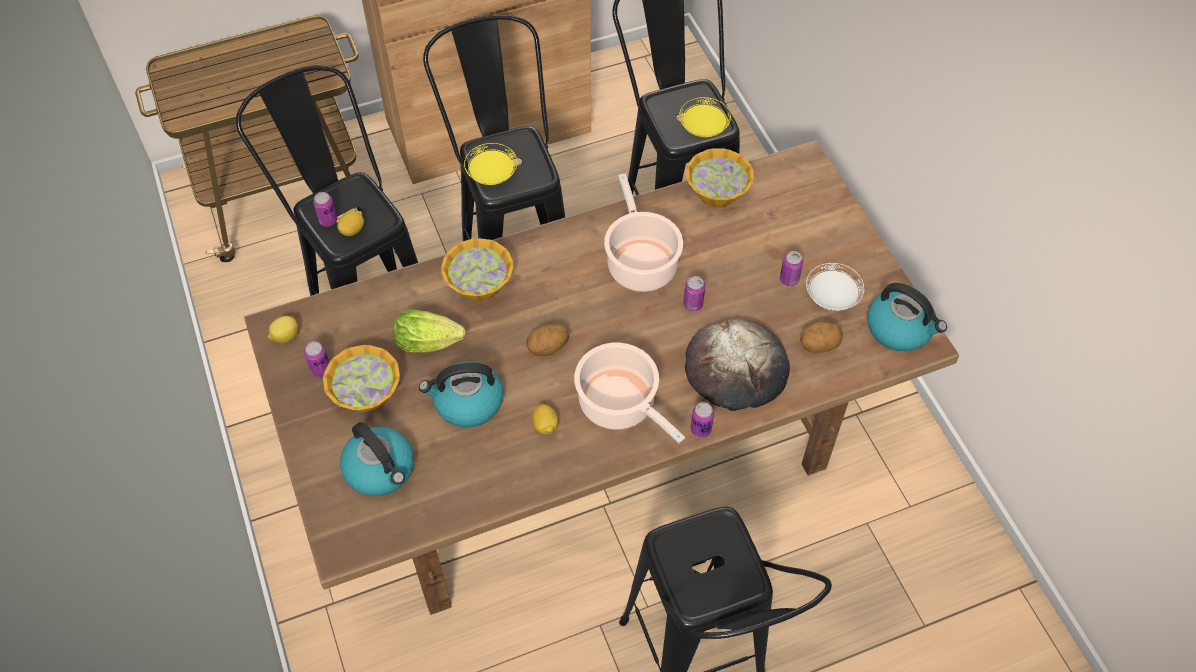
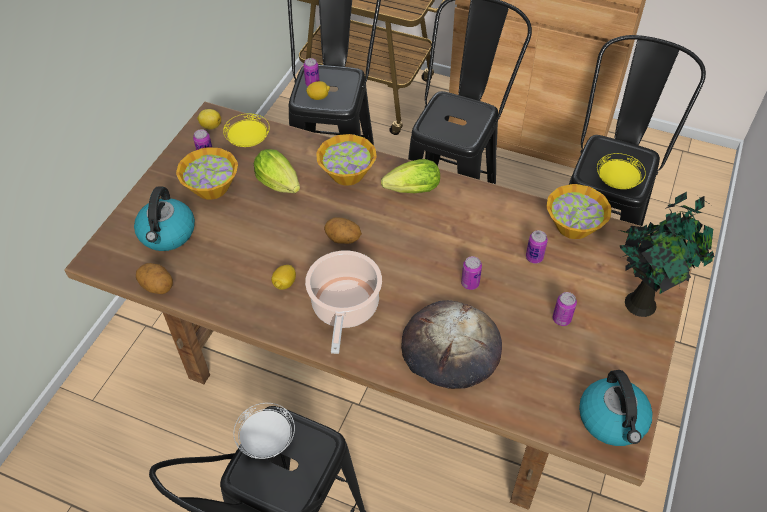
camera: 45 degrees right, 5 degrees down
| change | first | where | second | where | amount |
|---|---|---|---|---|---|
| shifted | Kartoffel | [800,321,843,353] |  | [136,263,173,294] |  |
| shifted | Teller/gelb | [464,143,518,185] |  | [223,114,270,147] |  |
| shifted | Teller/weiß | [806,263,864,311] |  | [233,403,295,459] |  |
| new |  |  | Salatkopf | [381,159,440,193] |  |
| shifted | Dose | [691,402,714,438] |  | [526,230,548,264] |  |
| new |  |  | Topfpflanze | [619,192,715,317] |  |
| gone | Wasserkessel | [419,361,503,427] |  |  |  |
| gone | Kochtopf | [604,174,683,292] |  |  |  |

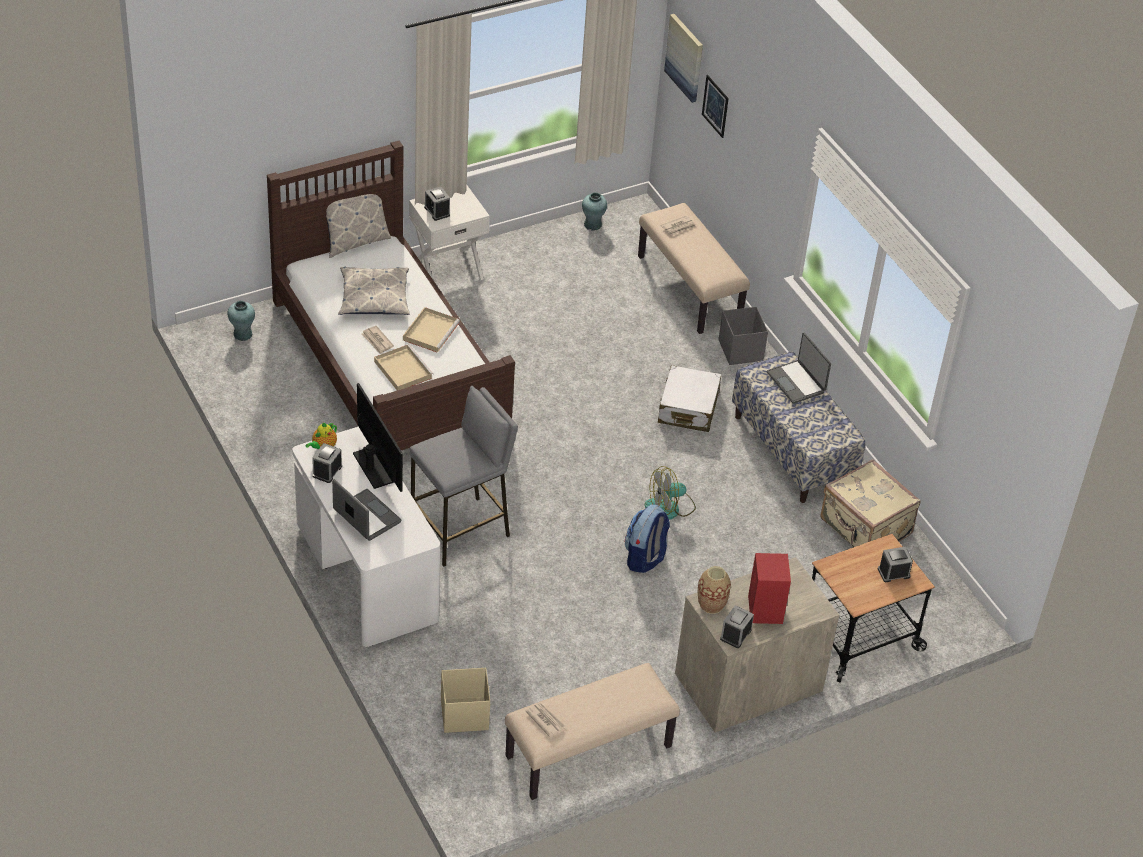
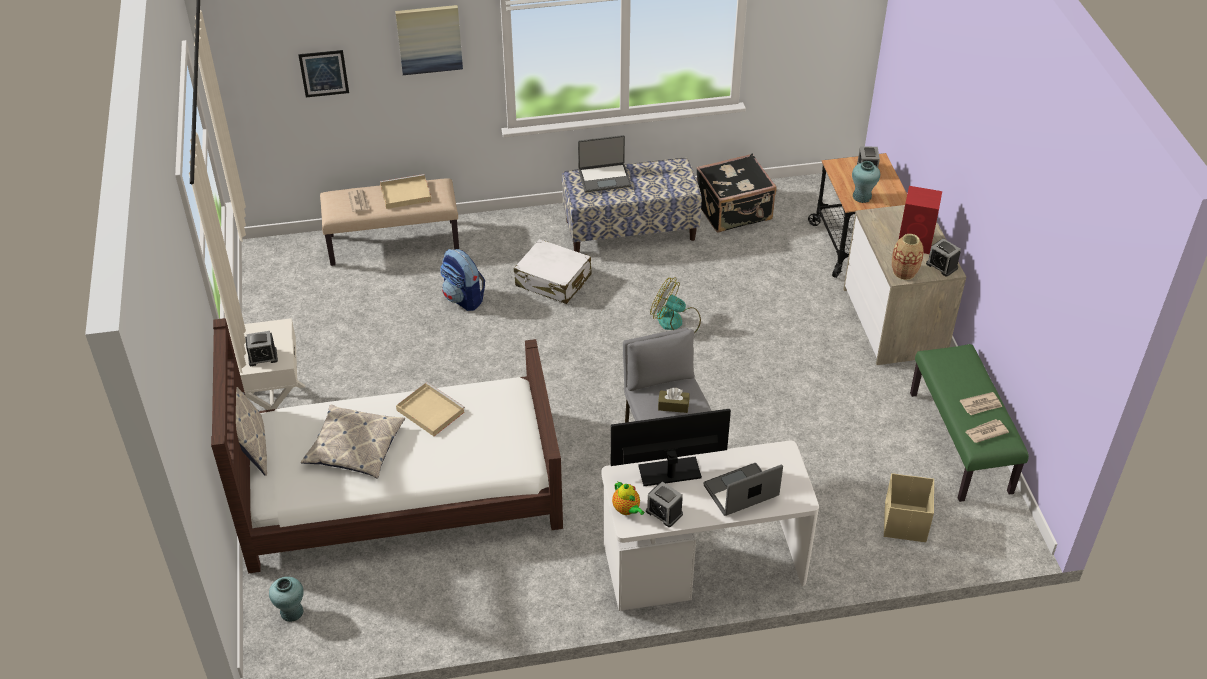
camera: 70 degrees left, 0 degrees up
| change | first | where | second | where | amount |
|---|---|---|---|---|---|
| shifted | Tablett/beige | [374,344,433,390] |  | [380,174,431,209] |  |
| shifted | Bild | [664,14,703,103] |  | [395,5,463,75] |  |
| shifted | Rucksack | [625,504,670,573] |  | [440,249,485,311] |  |
| rotated | Ventilator | [644,466,696,519] |  | [650,277,701,334] | 120 degrees clockwise |
| new |  |  | Taschentuchbox/braun | [658,388,690,413] |  |
| repainted | Koffer/beige | [820,459,920,547] | Koffer/schwarz | [697,154,777,233] |  |
| shifted | Vase/türkis | [582,192,607,231] |  | [852,161,880,203] |  |
| repainted | Bank/beige | [505,663,680,800] | Bank/grün | [910,344,1029,502] |  |
| shifted | Zeitung | [361,326,394,354] |  | [960,392,1002,415] |  |
| gone | Aufbewahrungsbox/grau | [719,306,768,365] |  |  |  |

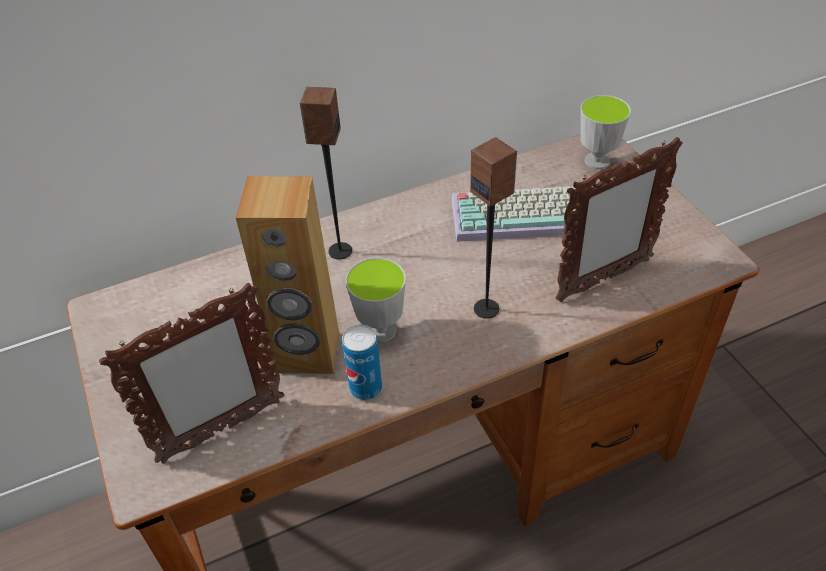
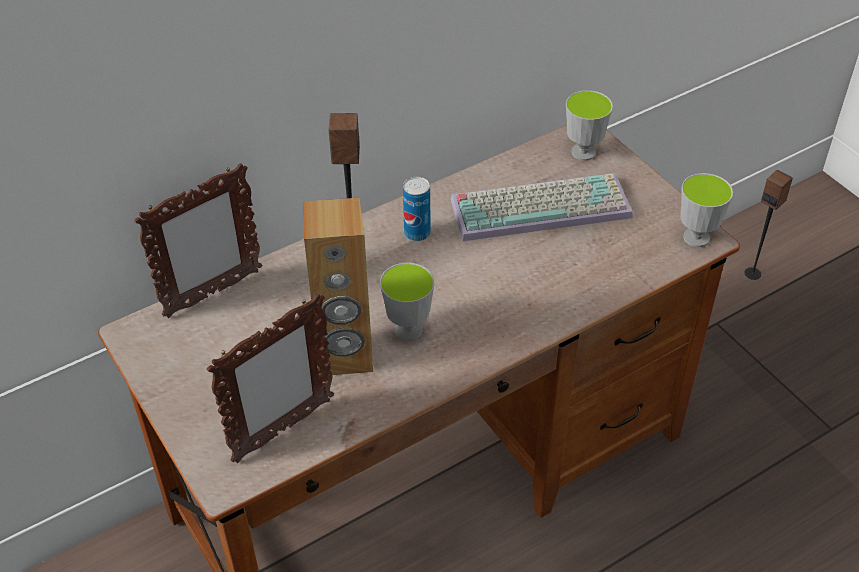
camera: 10 degrees left, 0 degrees up
| change | first | where | second | where | amount |
|---|---|---|---|---|---|
| shifted | Bilderrahmen | [555,137,683,302] |  | [134,163,263,318] |  |
| shifted | Dose | [342,325,382,400] |  | [403,177,431,241] |  |
| new |  |  | Tasse | [680,173,733,247] |  |
| shifted | Lautsprecher | [470,137,517,319] |  | [744,169,793,280] |  |

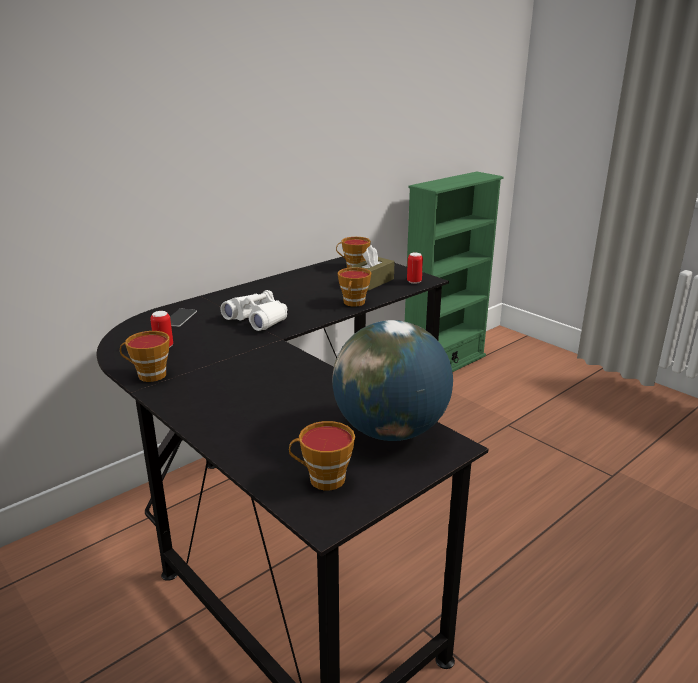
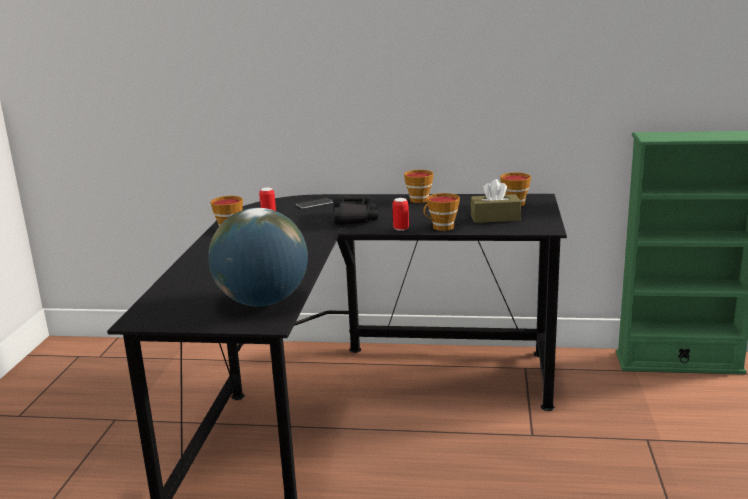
camera: 50 degrees right, 5 degrees down
| change | first | where | second | where | amount |
|---|---|---|---|---|---|
| repainted | Fernglas/weiß | [220,290,287,331] | Fernglas/schwarz | [333,195,378,225] |  |
| shifted | Dose | [407,252,423,284] |  | [392,198,409,231] |  |
| shifted | Tasse | [289,421,355,490] |  | [404,170,433,203] |  |

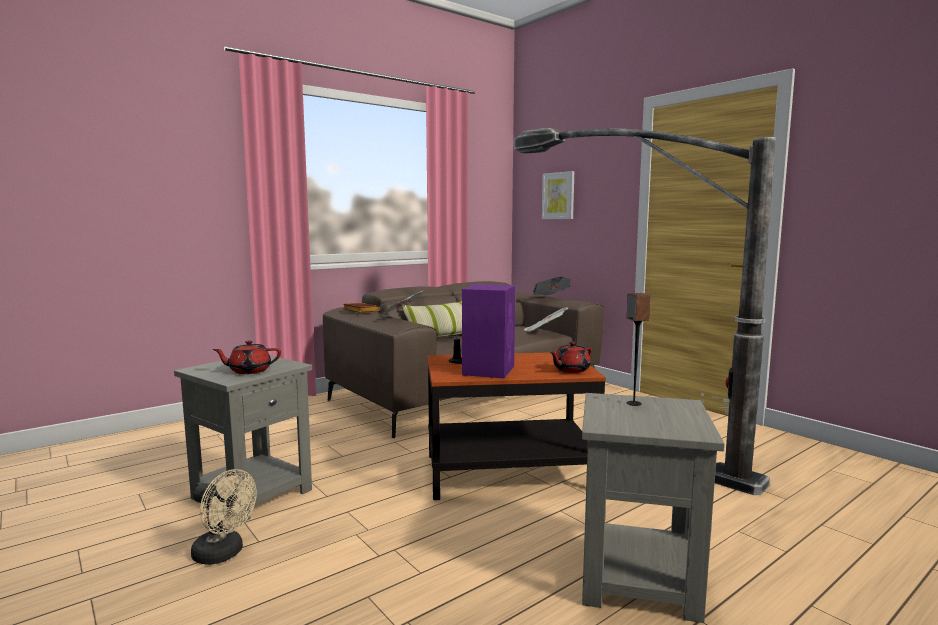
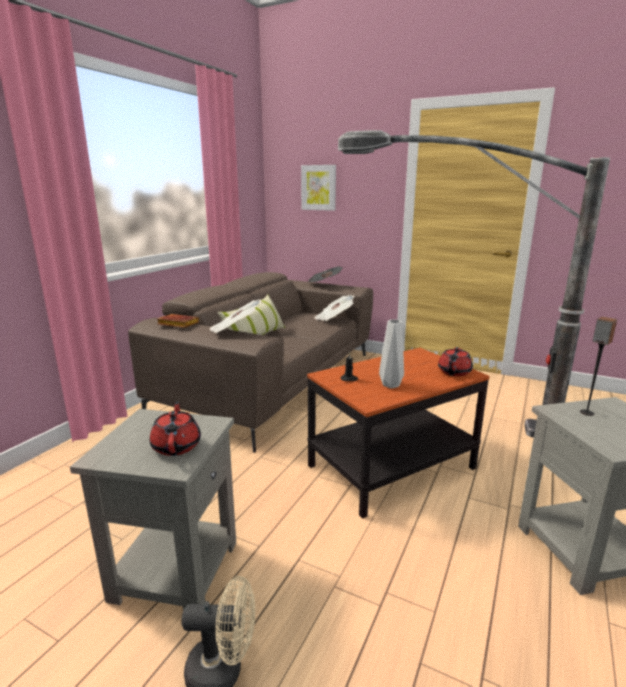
camera: 25 degrees left, 10 degrees up
| change | first | where | second | where | amount |
|---|---|---|---|---|---|
| rotated | Teekanne/rot | [212,340,281,374] |  | [149,401,201,456] | 120 degrees clockwise |
| swapped | Lautsprecher/lila | [462,284,515,378] | Vase/grau | [379,319,404,389] |  |

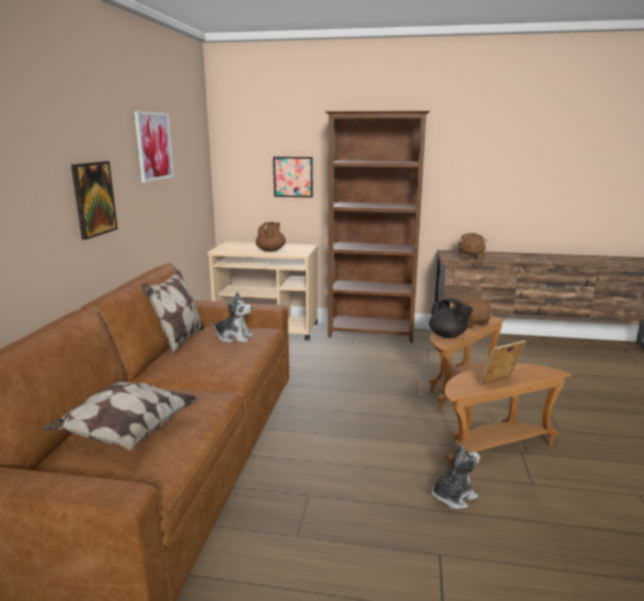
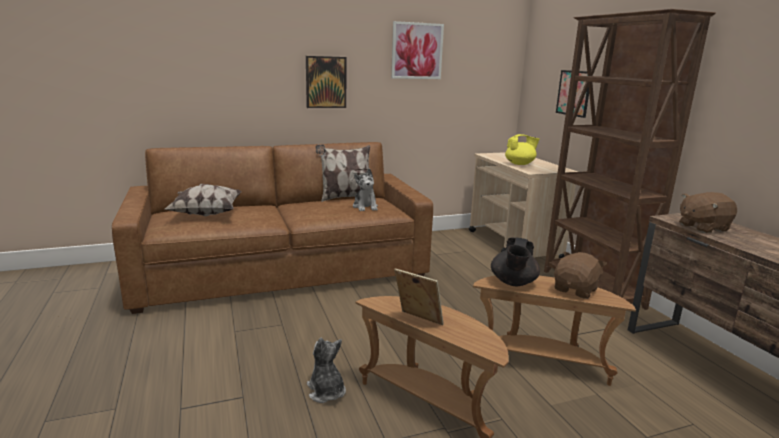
camera: 60 degrees right, 0 degrees up
| change | first | where | second | where | amount |
|---|---|---|---|---|---|
| rotated | Plüschtier | [432,442,480,509] |  | [307,338,346,403] | 150 degrees counterclockwise |
| repainted | Teekanne/braun | [256,222,286,252] | Teekanne/gelb | [505,134,540,165] |  |

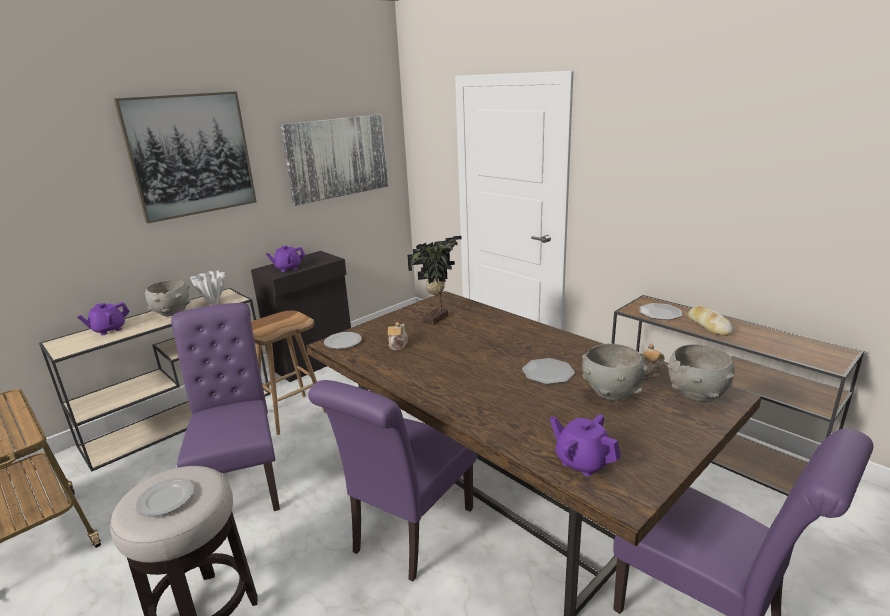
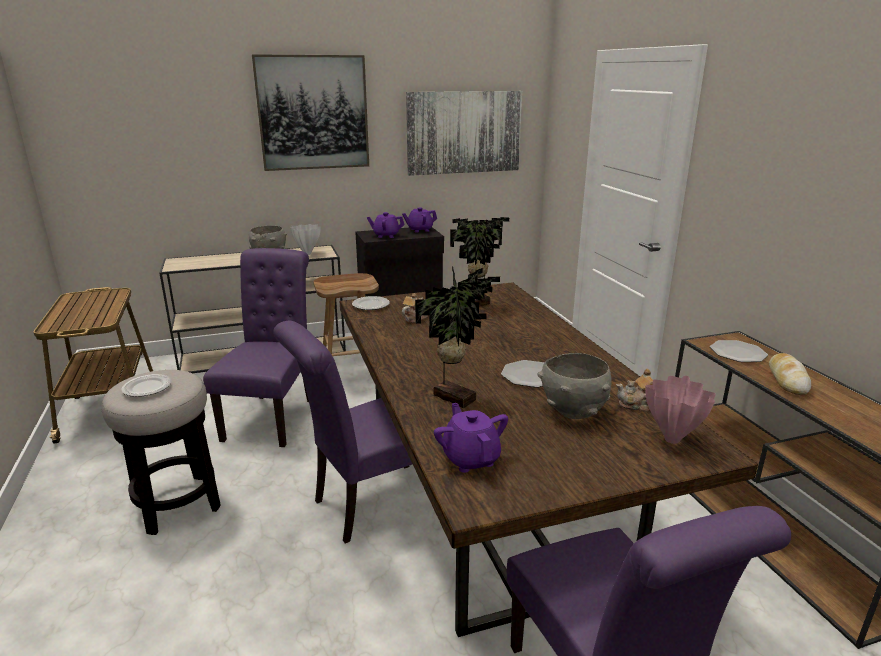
camera: 25 degrees right, 0 degrees up
| change | first | where | second | where | amount |
|---|---|---|---|---|---|
| shifted | Teekanne/lila | [77,302,130,335] |  | [402,207,437,233] |  |
| new |  |  | Topfpflanze | [415,266,500,408] |  |
| swapped | Schüssel/grau | [667,344,735,402] | Vase/rosa | [645,376,716,444] |  |

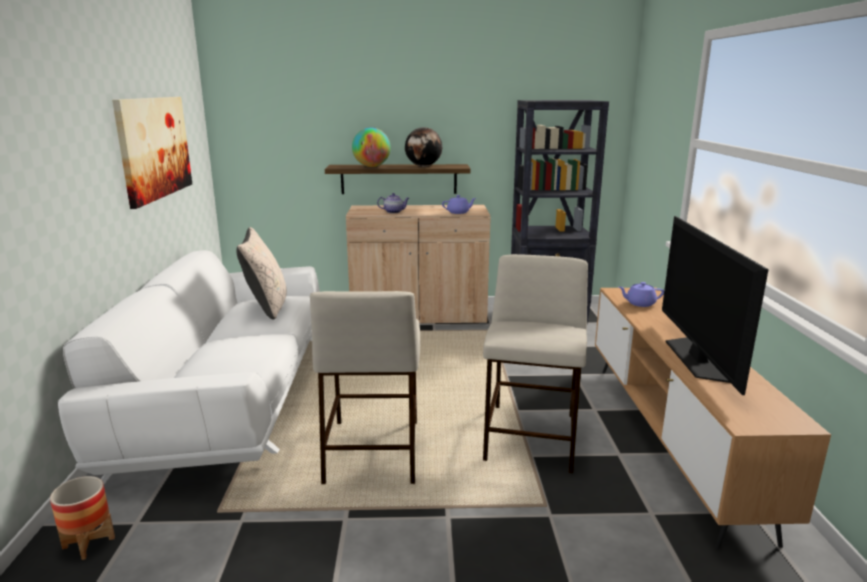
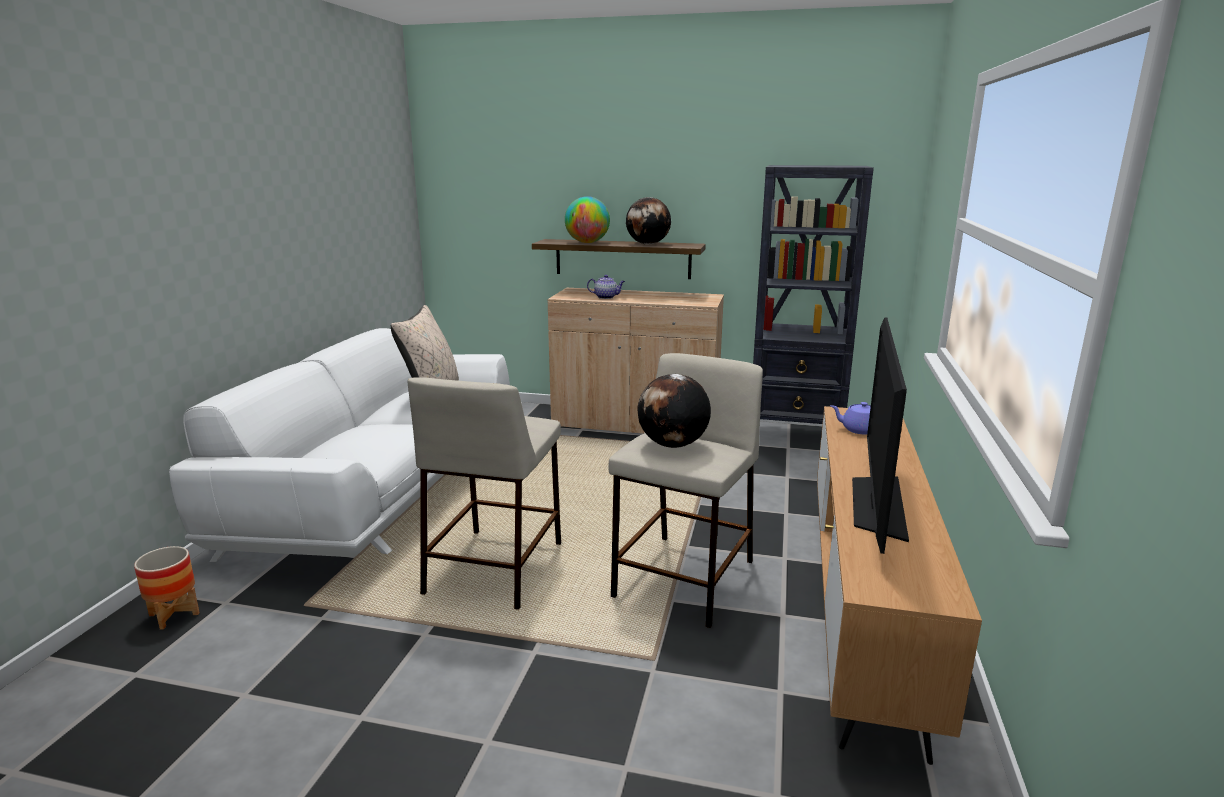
camera: 15 degrees right, 0 degrees up
| change | first | where | second | where | amount |
|---|---|---|---|---|---|
| new |  |  | Globus | [637,374,711,448] |  |
| gone | Bild | [112,97,192,209] |  |  |  |
| gone | Teekanne/lila | [442,195,476,214] |  |  |  |

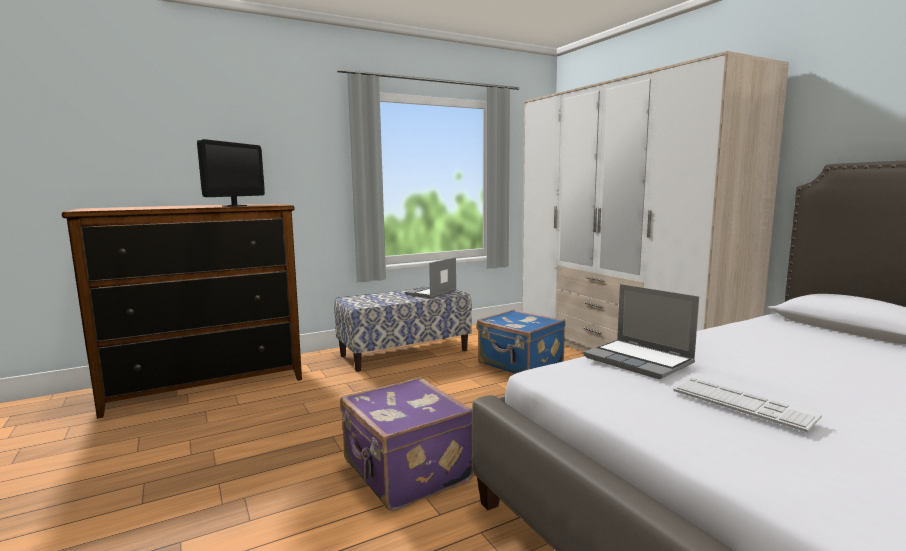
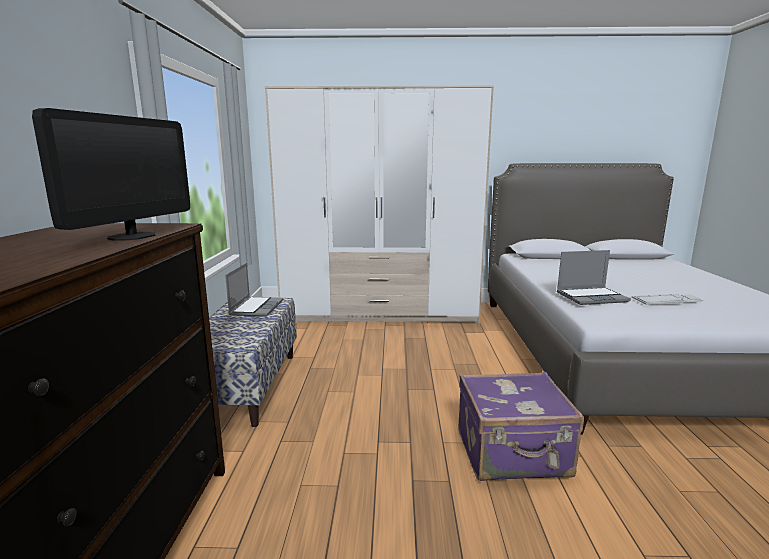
camera: 60 degrees left, 5 degrees up
| change | first | where | second | where | amount |
|---|---|---|---|---|---|
| rotated | Monitor | [197,139,265,207] |  | [32,108,190,241] | 60 degrees clockwise |
| rotated | Laptop | [405,257,457,298] |  | [225,263,283,317] | 150 degrees counterclockwise |
| gone | Koffer/blau | [477,309,566,374] |  |  |  |

